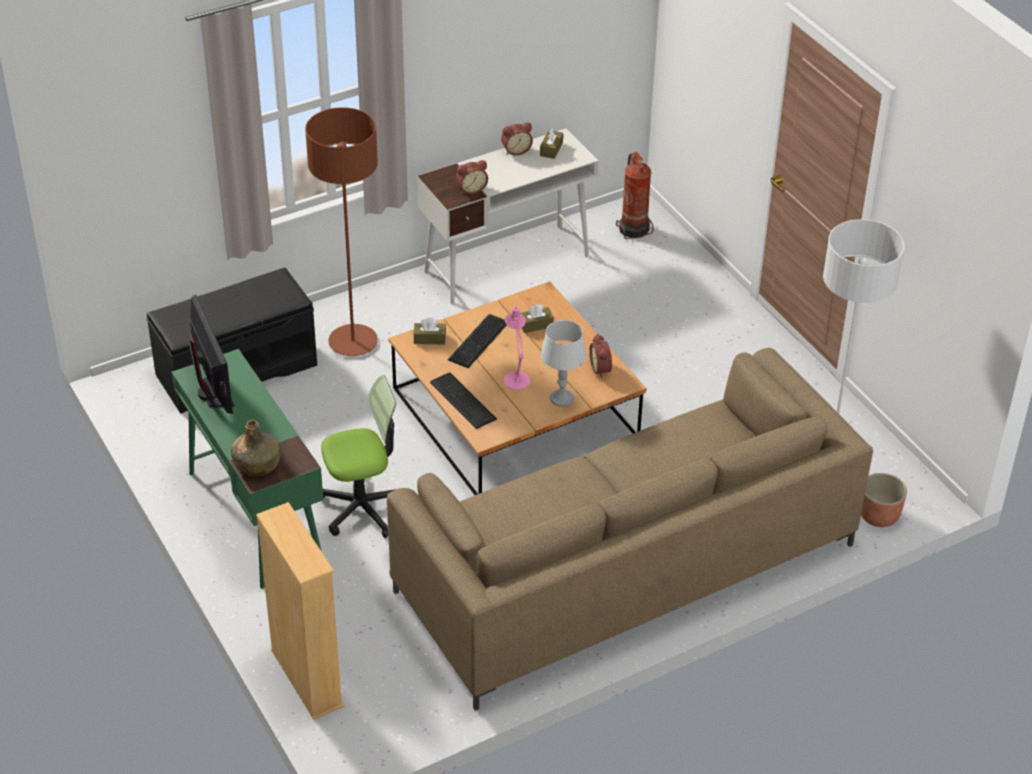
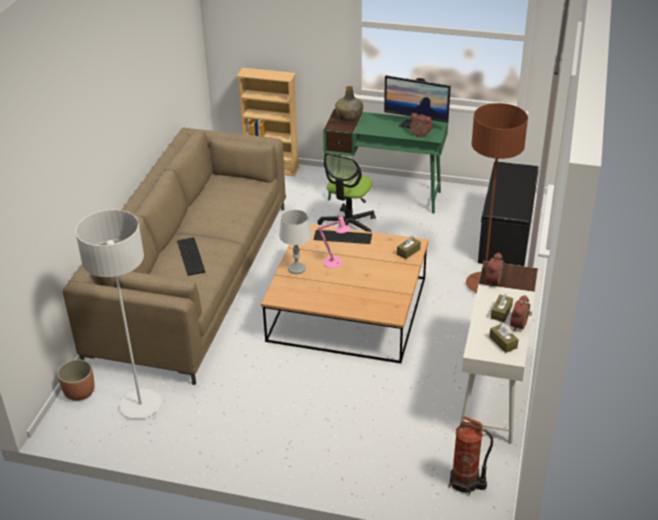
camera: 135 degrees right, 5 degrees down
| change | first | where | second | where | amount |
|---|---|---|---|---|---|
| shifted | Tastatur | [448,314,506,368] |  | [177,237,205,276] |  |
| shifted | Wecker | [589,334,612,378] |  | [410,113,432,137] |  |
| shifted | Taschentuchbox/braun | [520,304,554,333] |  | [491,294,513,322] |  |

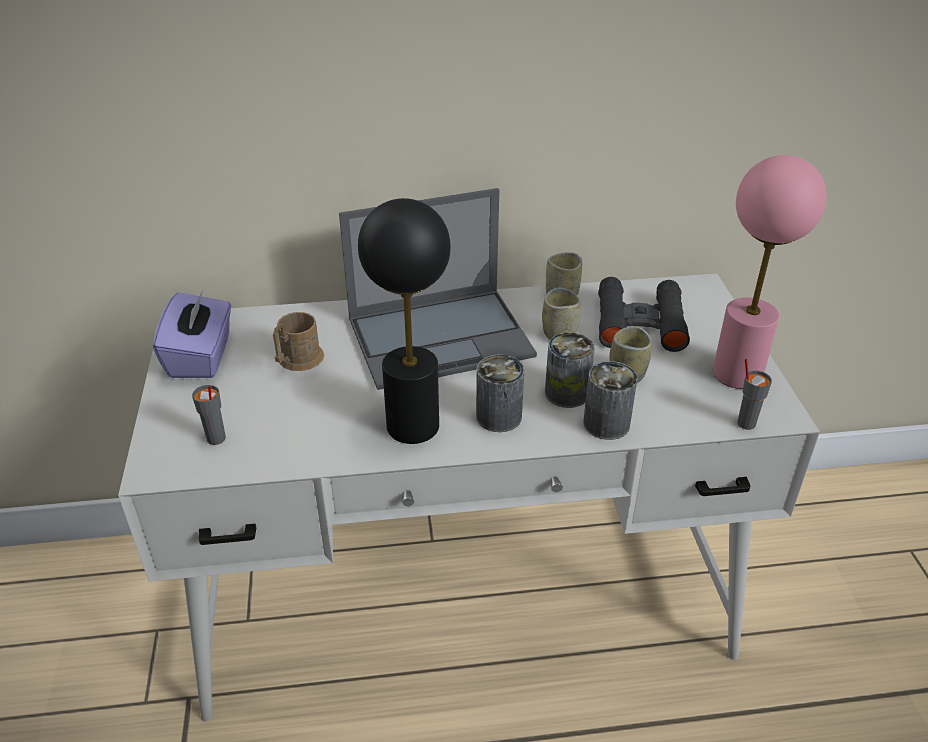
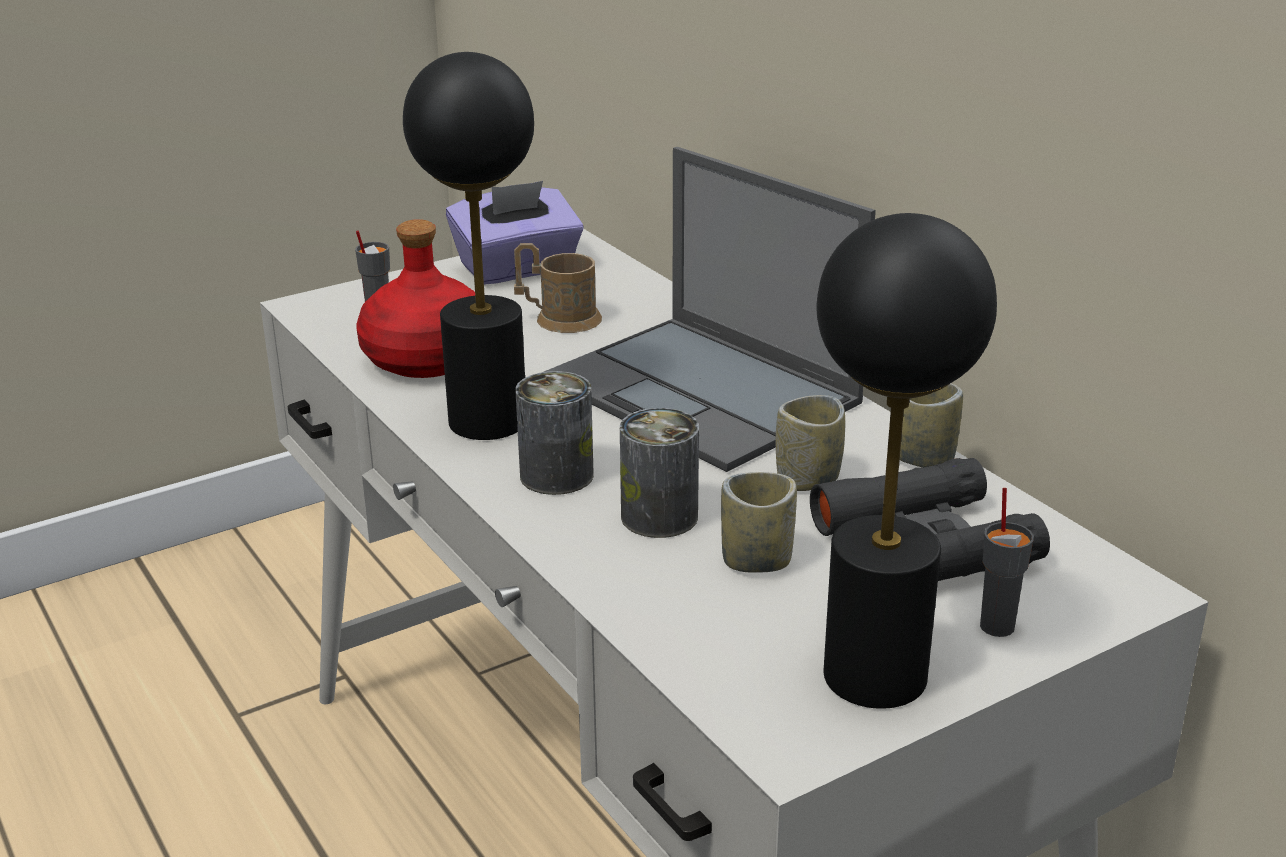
camera: 65 degrees right, 10 degrees down
| change | first | where | second | where | amount |
|---|---|---|---|---|---|
| new |  |  | Flasche/rot | [357,219,475,378] |  |
| repainted | Tischlampe/rosa | [713,155,827,389] | Tischlampe/schwarz | [817,213,997,709] |  |
| shifted | Tasse/grau | [737,359,772,430] |  | [980,488,1034,637] |  |
| gone | Dose | [583,361,638,440] |  |  |  |

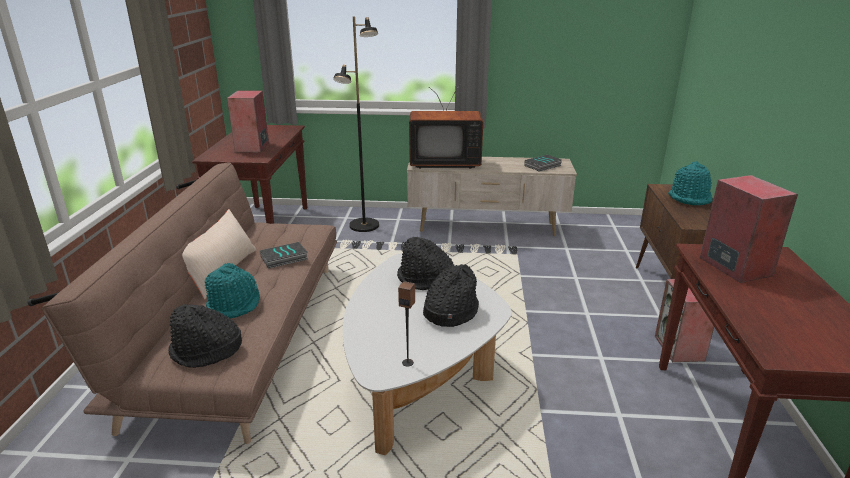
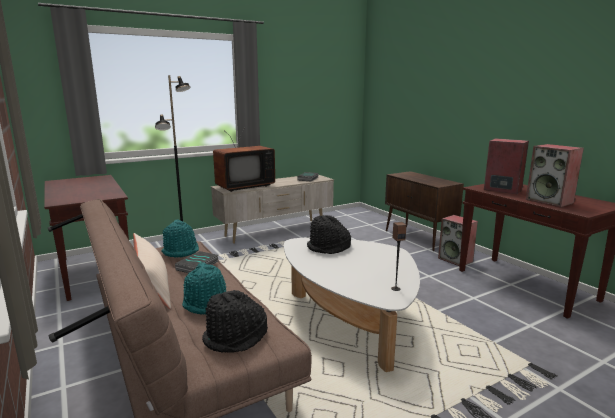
camera: 35 degrees left, 10 degrees down
| change | first | where | second | where | amount |
|---|---|---|---|---|---|
| shifted | Hut/türkis | [668,161,713,205] |  | [161,219,199,258] |  |
| shifted | Lautsprecher | [227,91,269,152] |  | [526,144,584,207] |  |
| gone | Hut/schwarz | [423,264,479,327] |  |  |  |

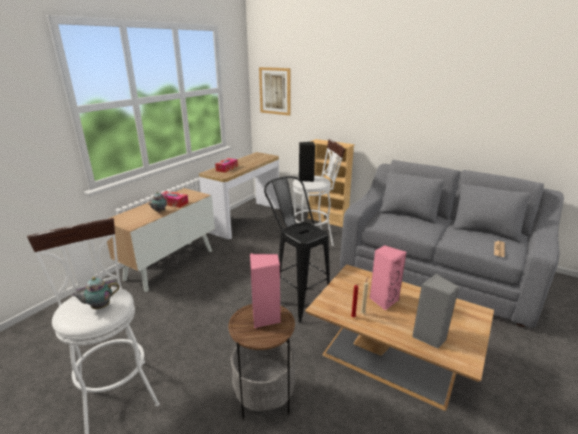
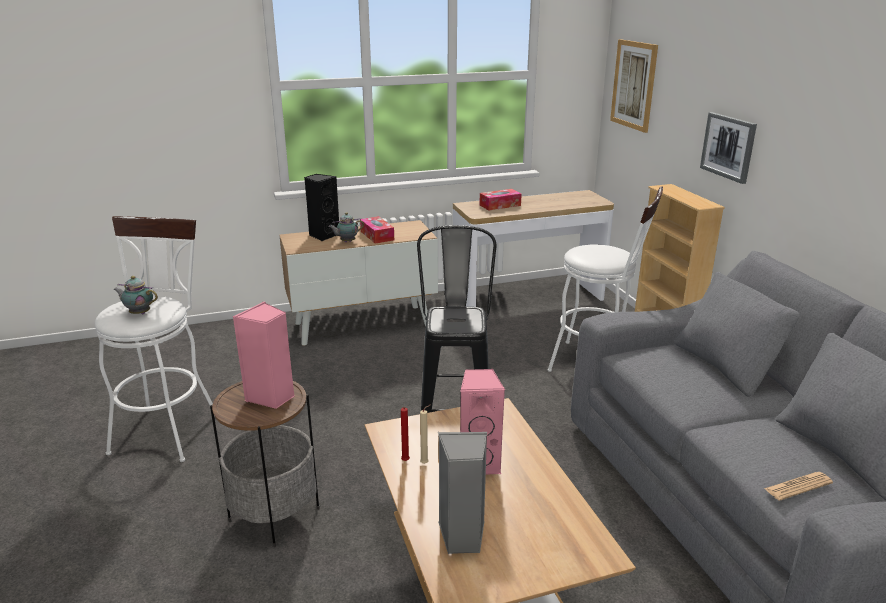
camera: 40 degrees right, 0 degrees up
| change | first | where | second | where | amount |
|---|---|---|---|---|---|
| shifted | Lautsprecher/schwarz | [299,141,315,182] |  | [304,174,339,242] |  |
| new |  |  | Bild | [700,112,757,184] |  |

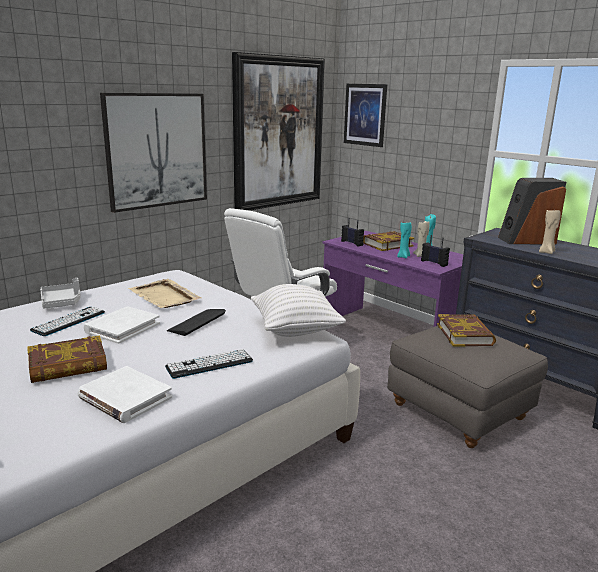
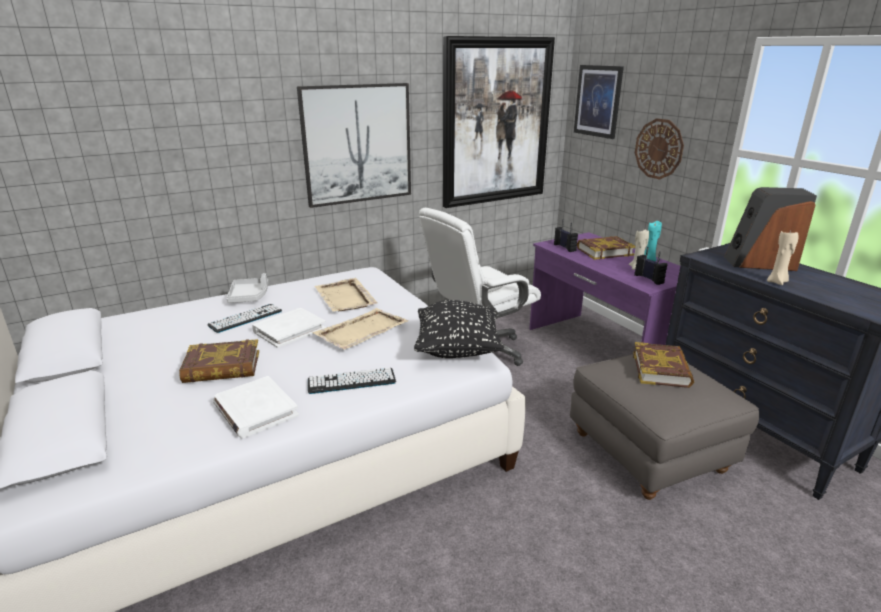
camera: 15 degrees right, 5 degrees up
| change | first | where | second | where | amount |
|---|---|---|---|---|---|
| swapped | Tastatur | [167,309,226,336] | Tablett/beige | [313,308,409,350] |  |
| repainted | Kissen/weiß | [251,284,346,337] | Kissen/schwarz | [414,300,504,358] |  |
| new |  |  | Wanduhr | [635,118,684,179] |  |
| gone | Kerze/türkis | [397,221,412,258] |  |  |  |

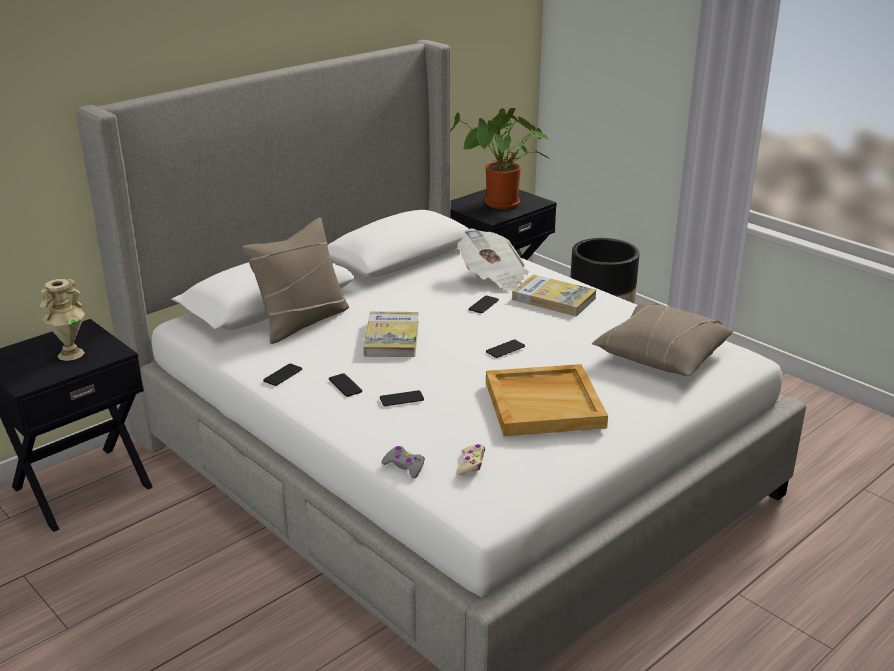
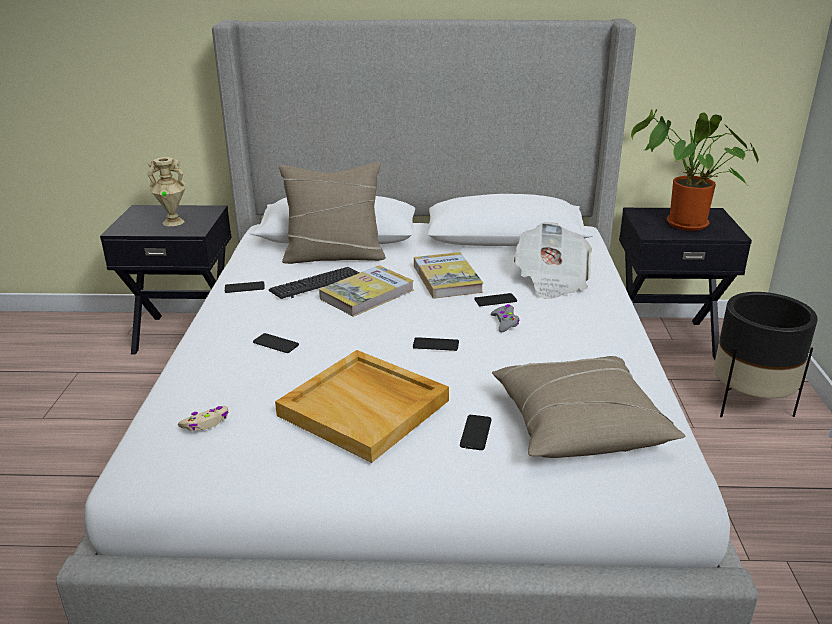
camera: 45 degrees right, 0 degrees up
| change | first | where | second | where | amount |
|---|---|---|---|---|---|
| new |  |  | Tastatur | [269,267,359,299] |  |
| shifted | Buch | [512,275,596,316] |  | [414,252,483,299] |  |
| shifted | Handy | [329,373,362,397] |  | [460,415,491,450] |  |
| shifted | Gamepad/grau | [382,446,425,478] |  | [491,304,519,332] |  |

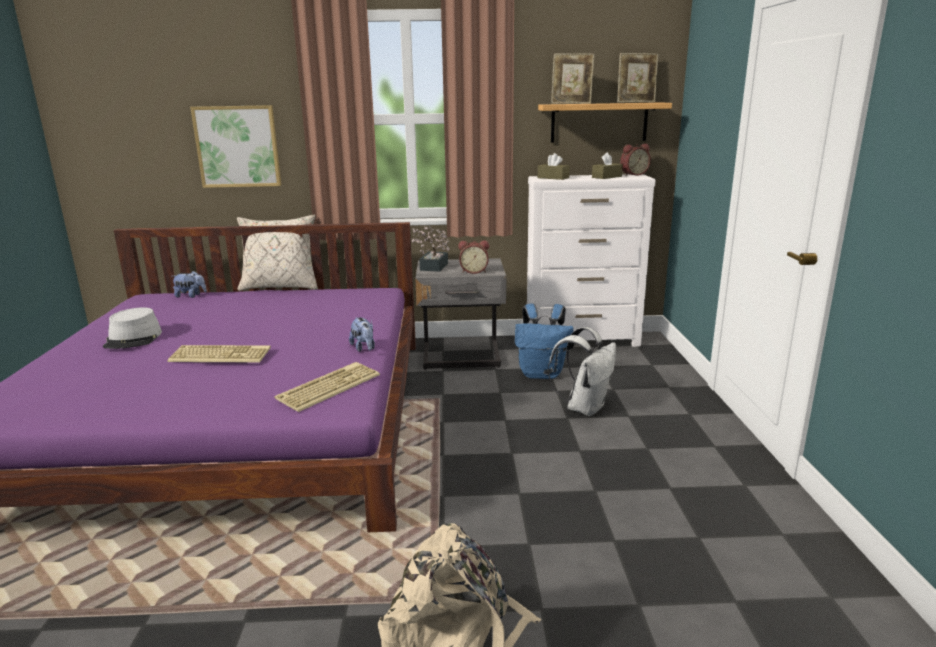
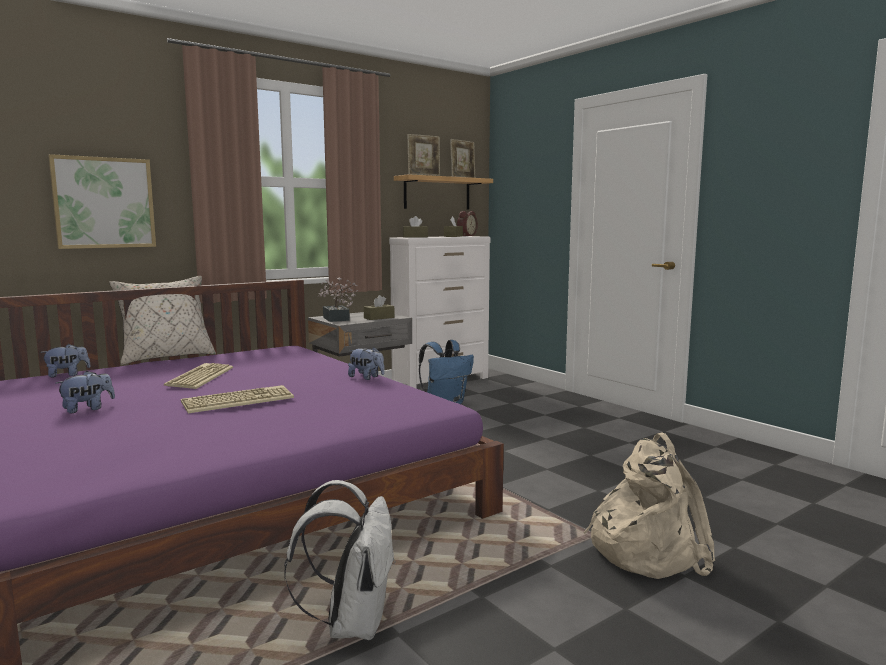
camera: 35 degrees left, 10 degrees down
| change | first | where | second | where | amount |
|---|---|---|---|---|---|
| swapped | Hut/grau | [103,307,162,349] | Plüschtier | [56,371,115,413] |  |
| shifted | Tastatur | [274,362,380,412] |  | [164,363,233,389] |  |
| shifted | Rucksack/weiß | [548,327,616,416] |  | [284,480,396,640] |  |
| swapped | Wecker | [458,240,489,274] | Taschentuchbox/braun | [364,295,395,320] |  |

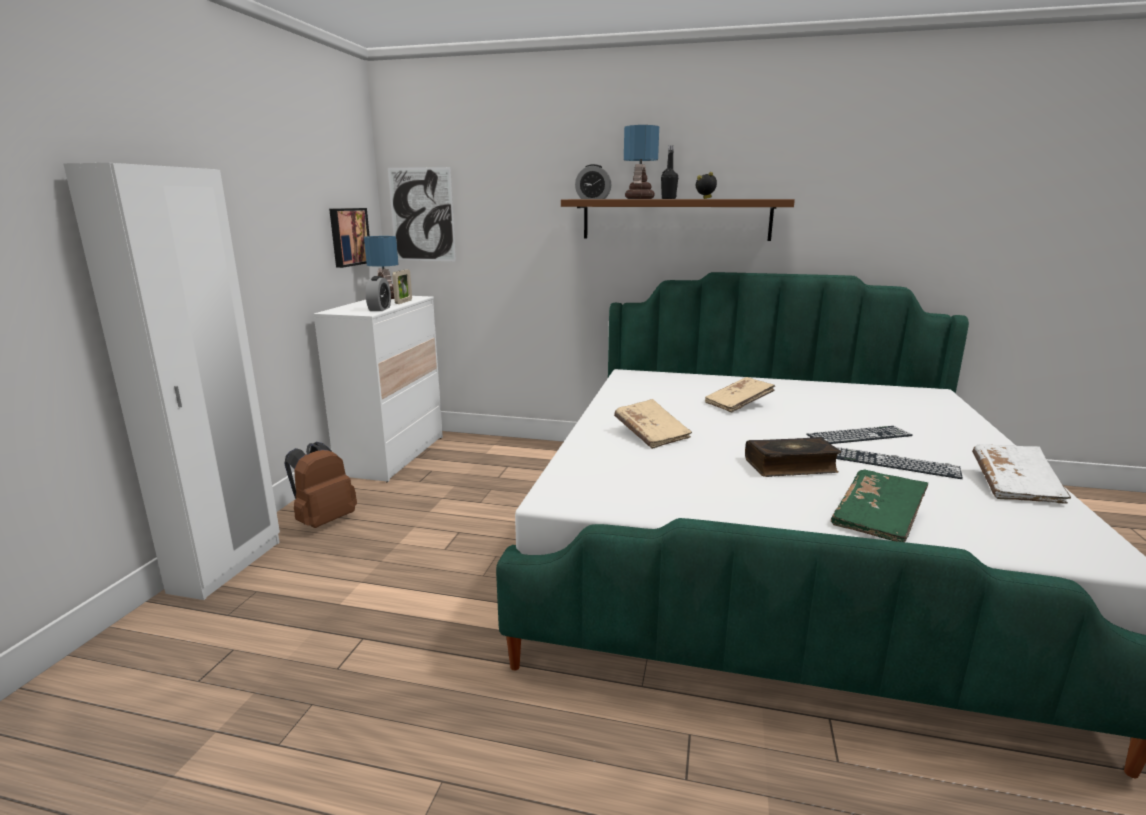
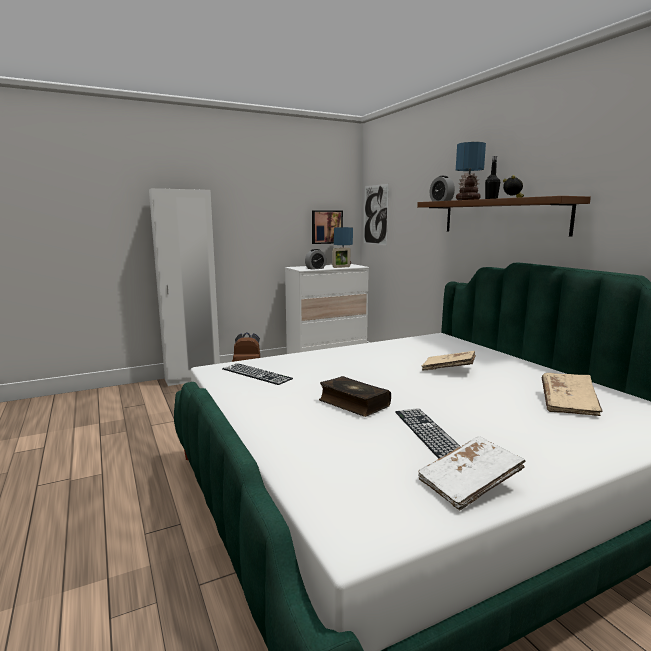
camera: 50 degrees right, 5 degrees down
| change | first | where | second | where | amount |
|---|---|---|---|---|---|
| shifted | Tastatur | [806,426,913,444] |  | [222,363,293,385] |  |
| shifted | Buch/beige | [614,399,692,449] |  | [542,373,603,416] |  |
| gone | Buch/grün | [831,470,928,542] |  |  |  |

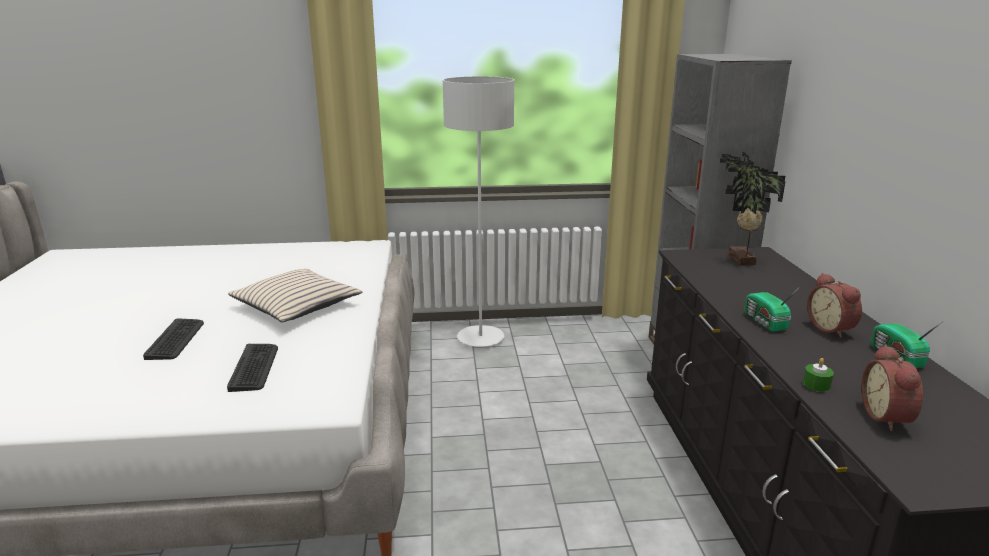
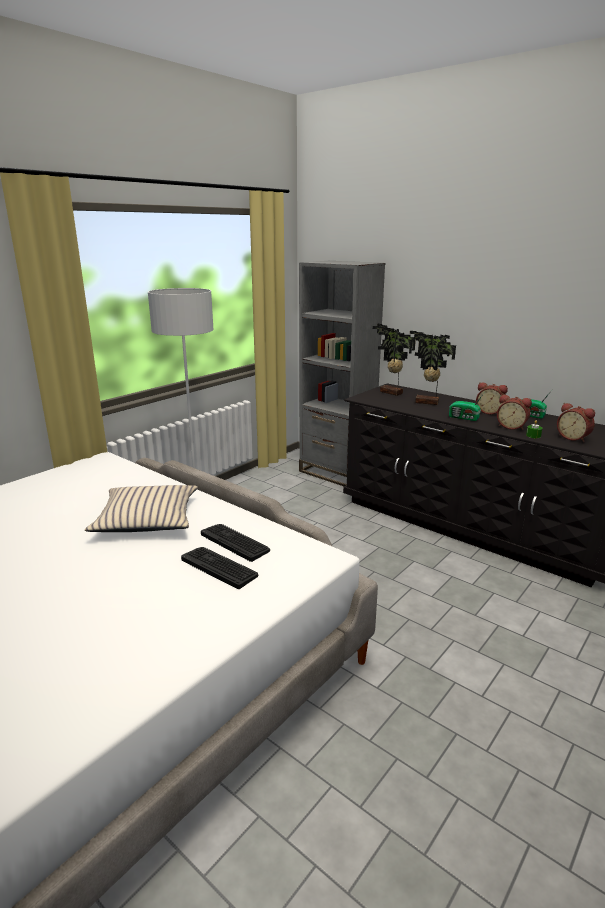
camera: 45 degrees left, 0 degrees up
| change | first | where | second | where | amount |
|---|---|---|---|---|---|
| shifted | Tastatur | [143,318,204,360] |  | [201,524,270,562] |  |
| new |  |  | Topfpflanze | [410,331,456,405] |  |
| new |  |  | Wecker | [497,395,532,430] |  |

